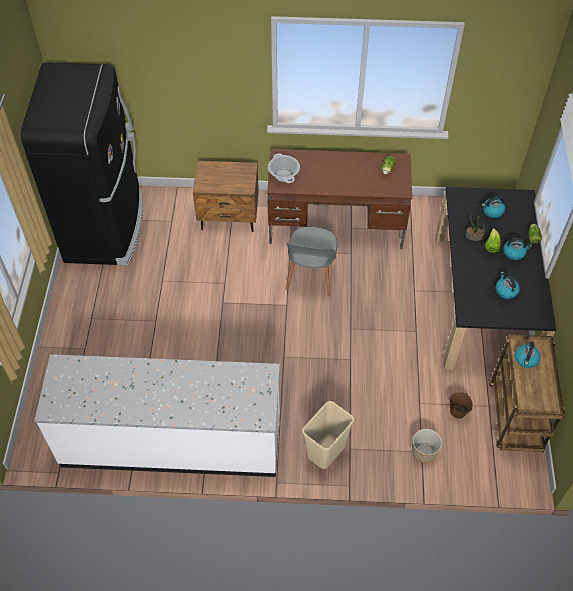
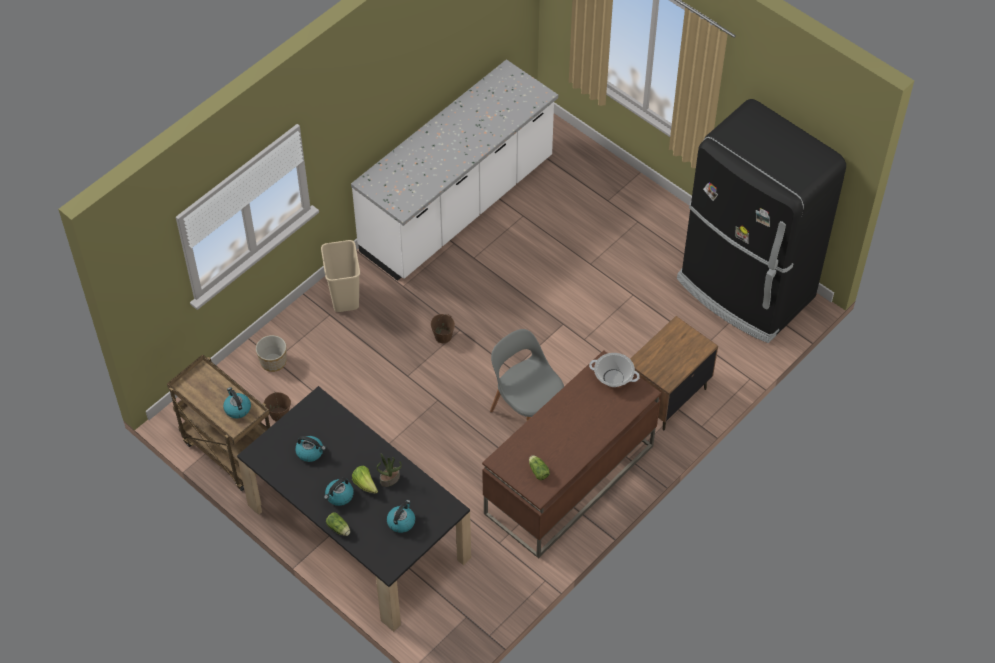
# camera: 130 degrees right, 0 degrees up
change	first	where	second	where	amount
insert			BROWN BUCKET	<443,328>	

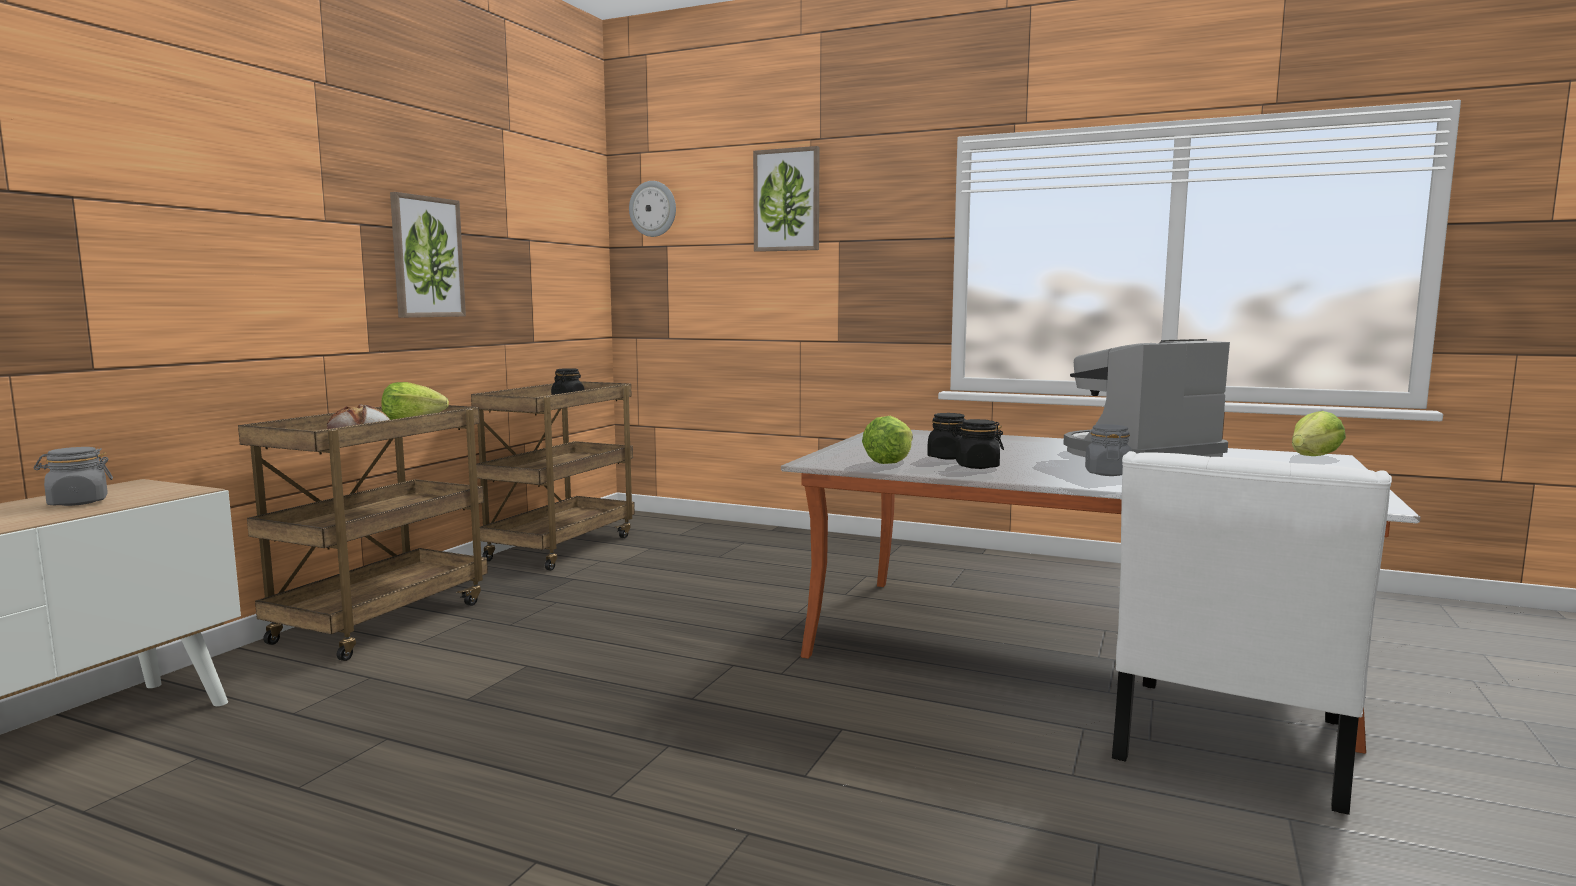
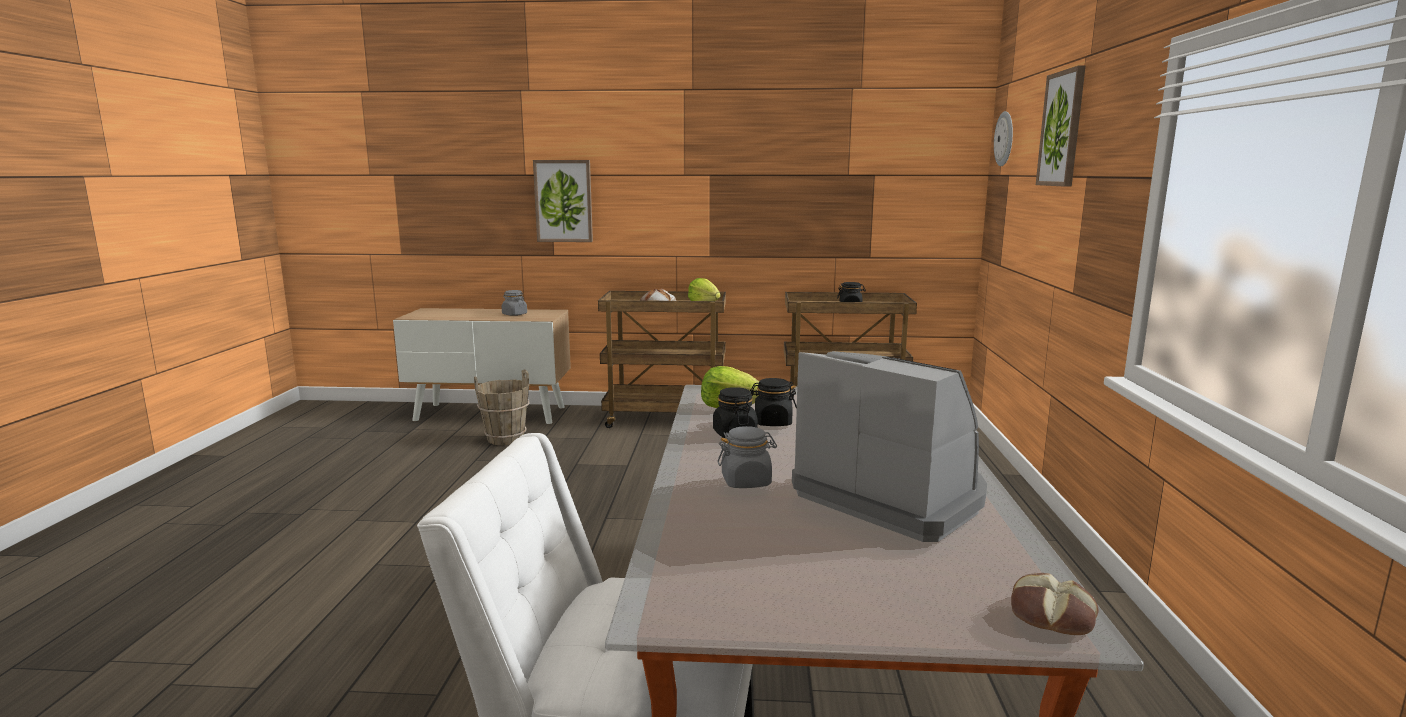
# camera: 70 degrees right, 5 degrees up
change	first	where	second	where	amount
insert			BROWN BUCKET	<501,407>	
move	PICTURE	<428,255>		<563,201>	
replace	LETTUCE	<1319,433>	BREAD	<1055,604>	

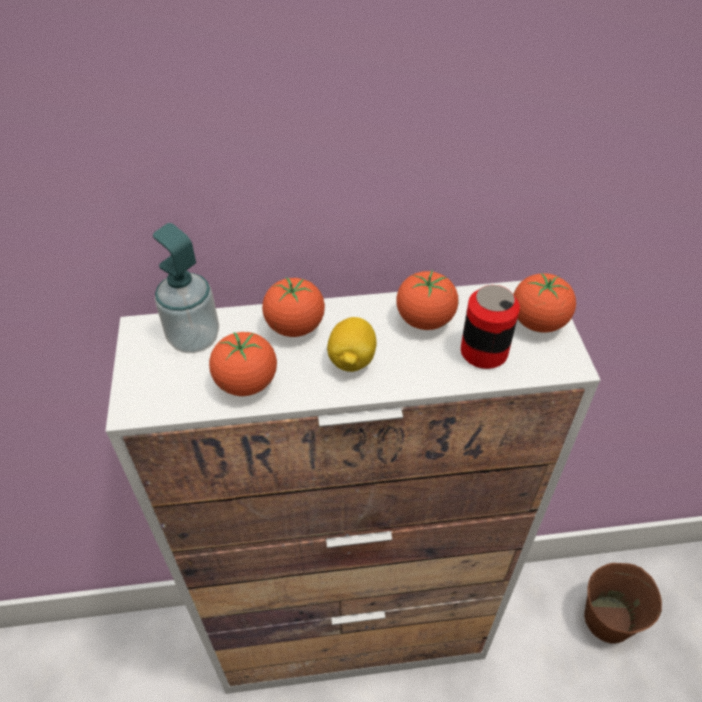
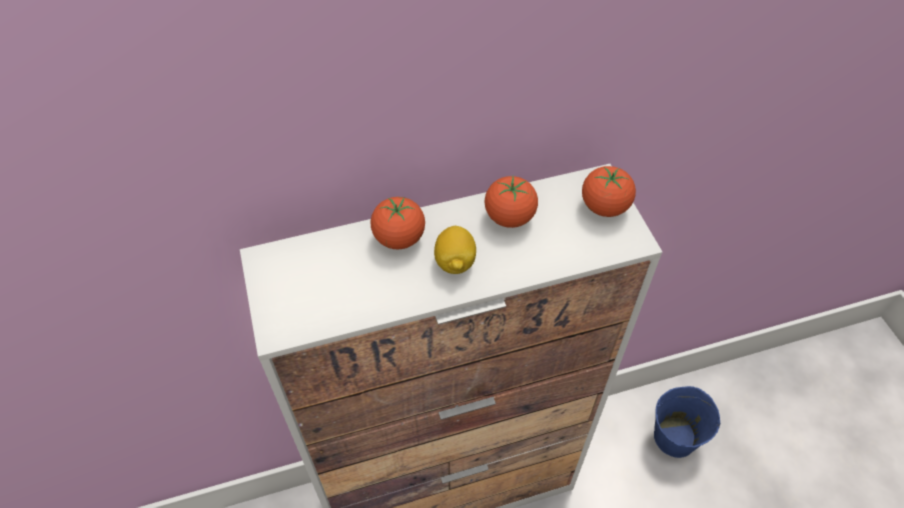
# camera: 10 degrees left, 5 degrees up
change	first	where	second	where	amount
recolor	BROWN BUCKET	<623,603>	BLUE BUCKET	<687,422>	
delete	SOAP DISPENSER	<186,288>			
delete	TOMATO	<243,364>			
delete	CAN	<490,327>			

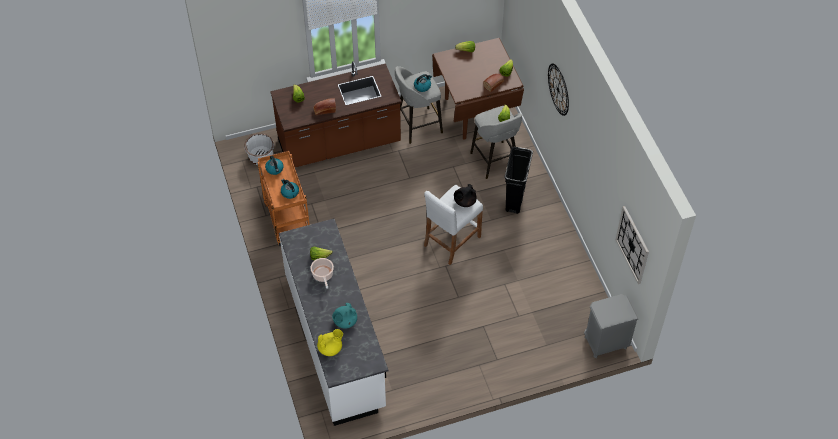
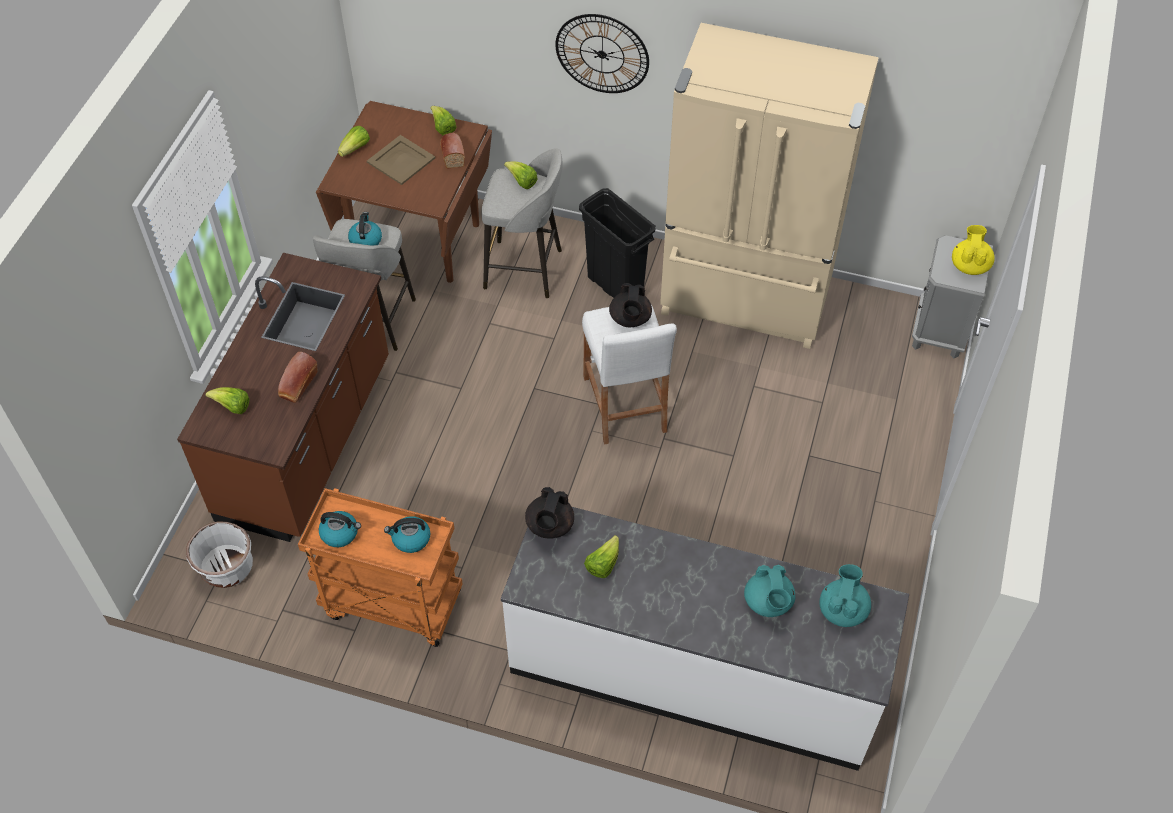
# camera: 55 degrees left, 0 degrees up
change	first	where	second	where	amount
insert			BEIGE TRAY	<401,160>	
insert			BLACK TEAPOT	<549,513>	
insert			BEIGE FRIDGE	<769,186>	
insert			TURQUOISE TEAPOT	<845,595>	
move	YELLOW TEAPOT	<330,342>		<973,250>	
delete	COOKING POT	<322,273>			
delete	WALL CLOCK	<632,245>			

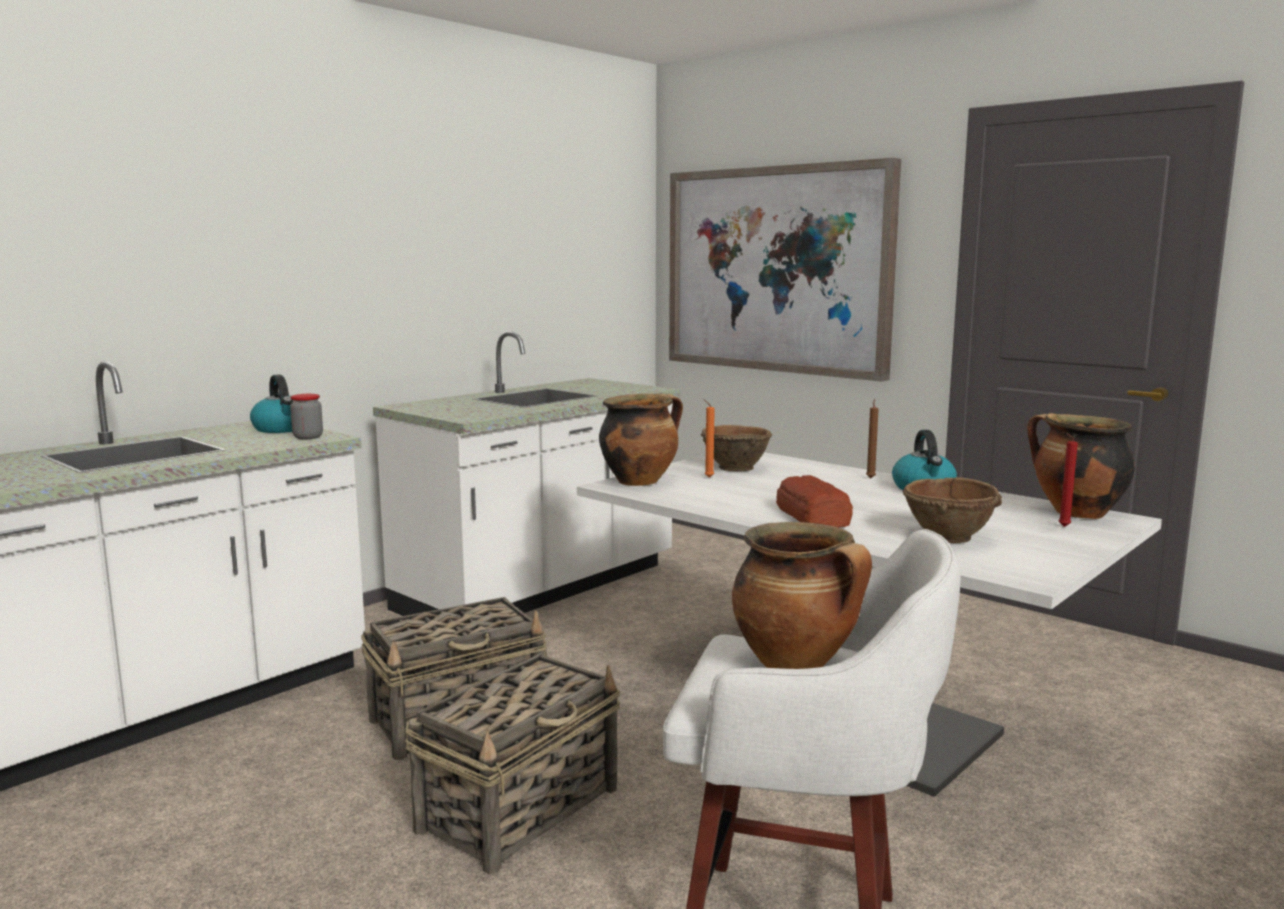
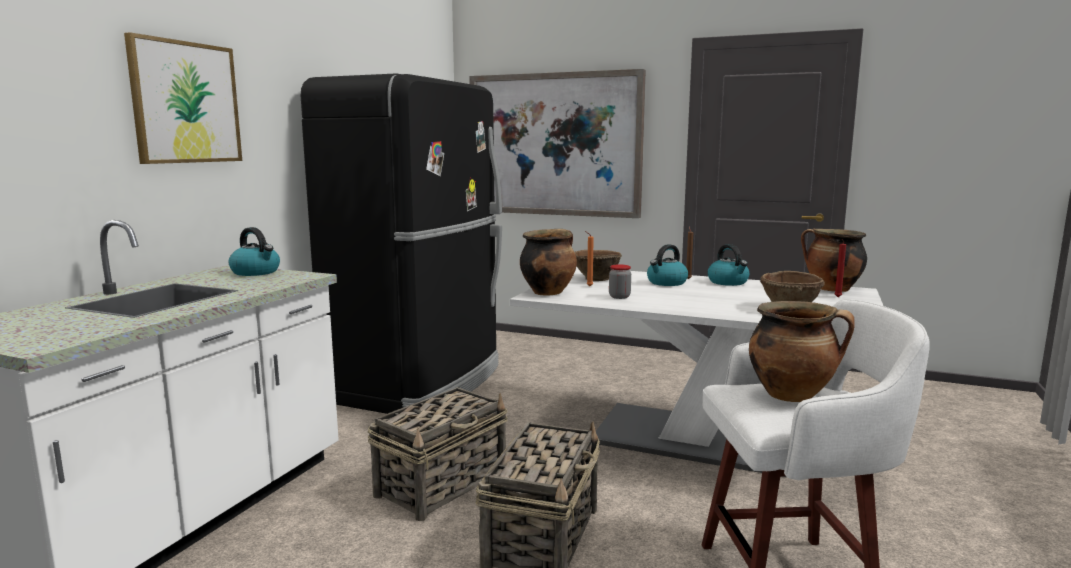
# camera: 20 degrees left, 0 degrees up
change	first	where	second	where	amount
insert			PICTURE	<183,98>	
replace	WHITE COUNTER	<526,473>	BLACK FRIDGE	<401,243>	
move	JAR	<306,416>		<620,281>	
insert			KETTLE	<667,265>	
delete	BREAD	<814,501>			

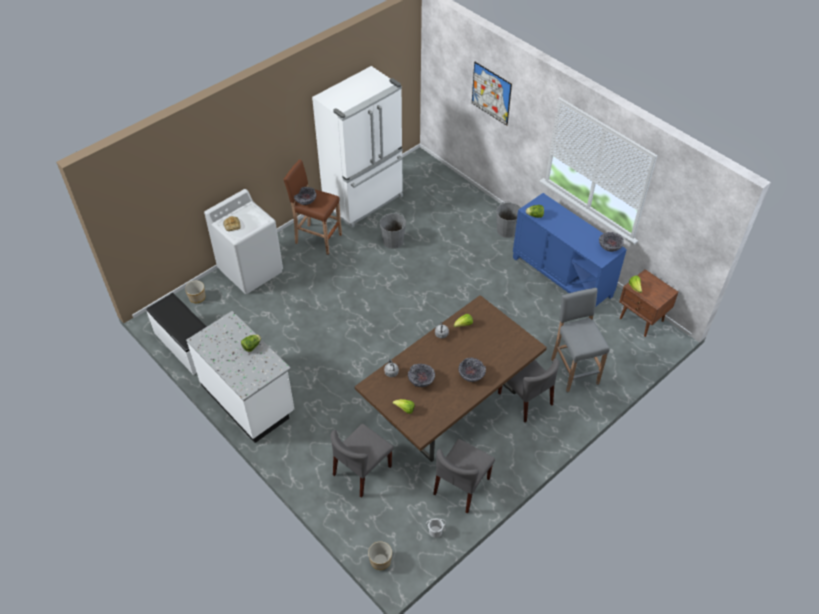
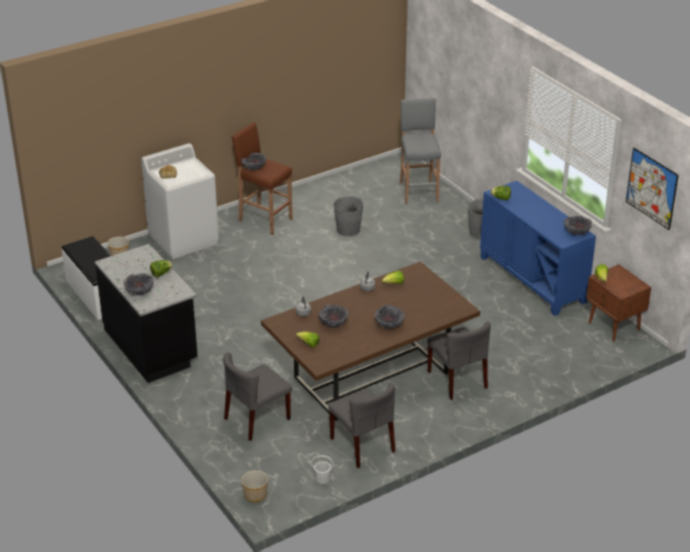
# camera: 10 degrees right, 15 degrees down
change	first	where	second	where	amount
recolor	WHITE COUNTER	<240,377>	BLACK COUNTER	<146,313>	
insert			BOWL	<139,284>	
rotate	GREY CHAIR	<464,476>		<361,425>	75 degrees counterclockwise
move	GREY STOOL	<580,340>		<420,151>	
move	PICTURE	<492,94>		<652,189>	
delete	WHITE FRIDGE	<357,147>			

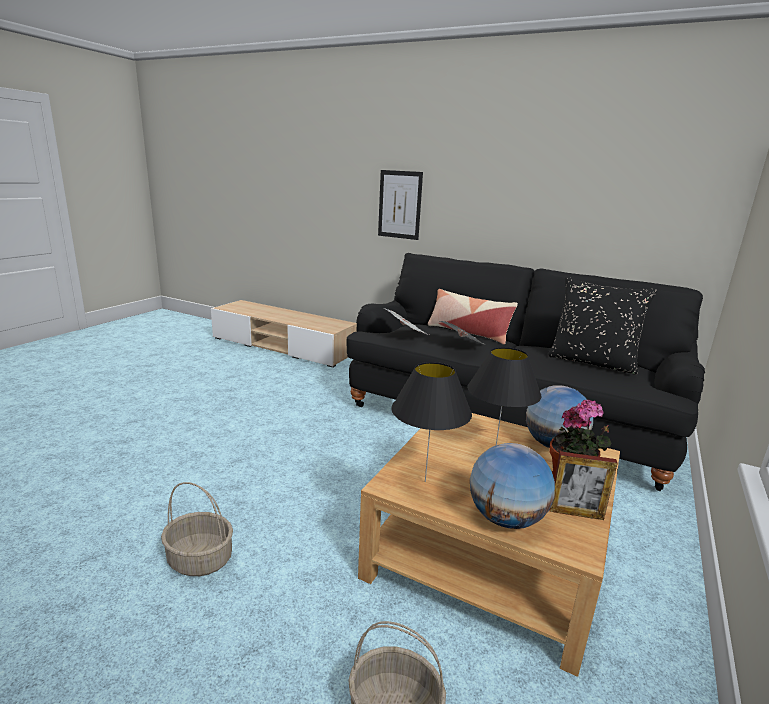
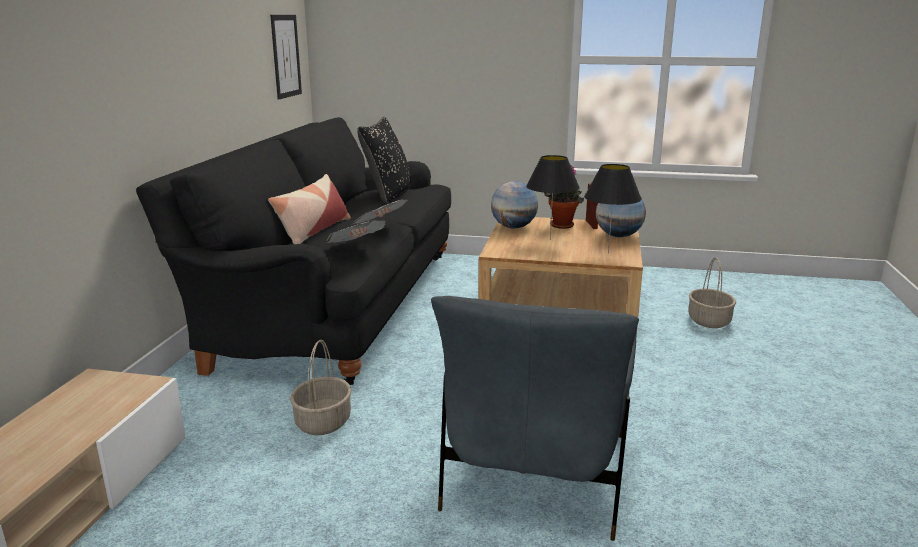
# camera: 105 degrees left, 0 degrees up
change	first	where	second	where	amount
move	PICTURE	<400,205>		<286,57>	
move	BASKET	<197,529>		<321,387>	
insert			GREY ARMCHAIR	<535,418>	

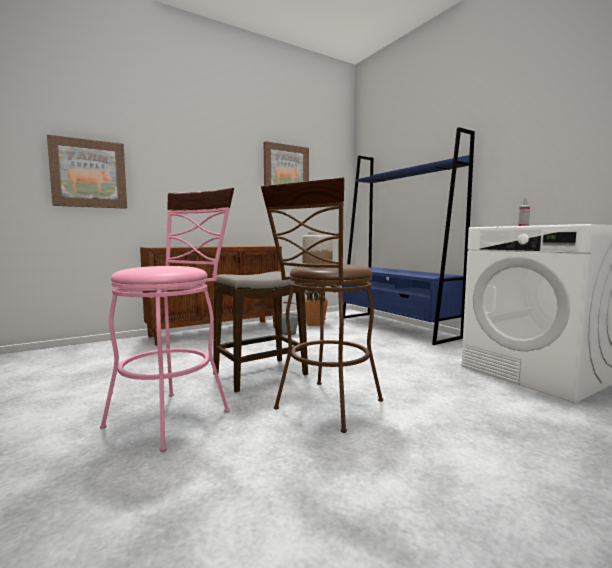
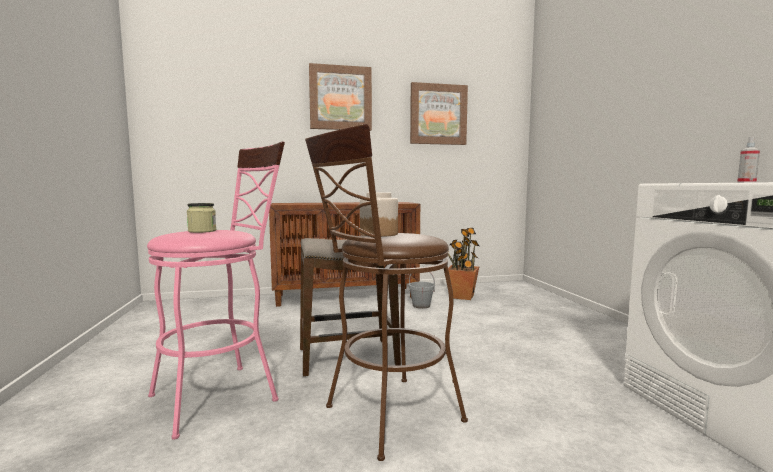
# camera: 20 degrees right, 0 degrees up
change	first	where	second	where	amount
insert			JAR	<201,218>	
move	PICTURE	<87,172>		<340,97>	
delete	BLUE BOOKCASE	<408,236>			

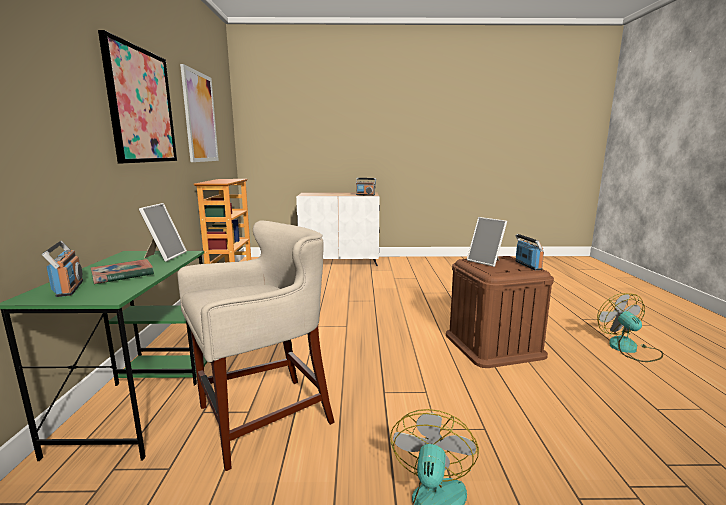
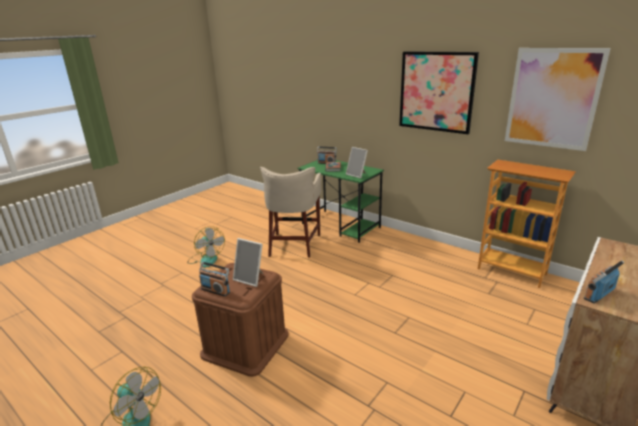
# camera: 130 degrees right, 10 degrees up
change	first	where	second	where	amount
rotate	PICTURE FRAME	<487,242>		<248,262>	150 degrees counterclockwise

